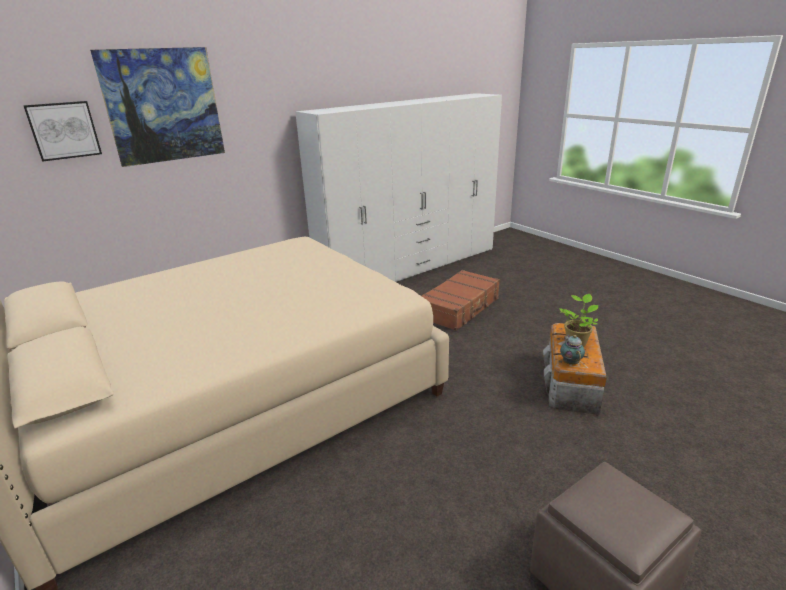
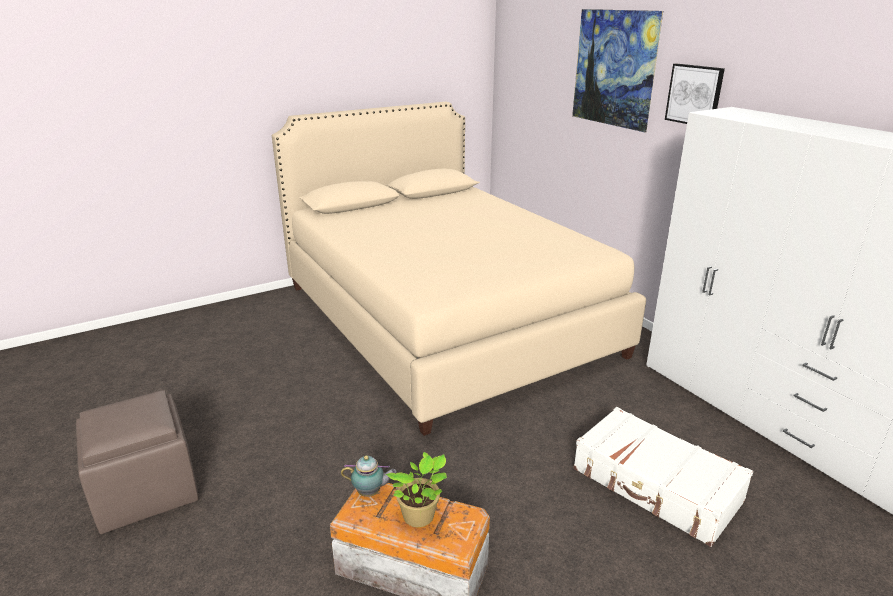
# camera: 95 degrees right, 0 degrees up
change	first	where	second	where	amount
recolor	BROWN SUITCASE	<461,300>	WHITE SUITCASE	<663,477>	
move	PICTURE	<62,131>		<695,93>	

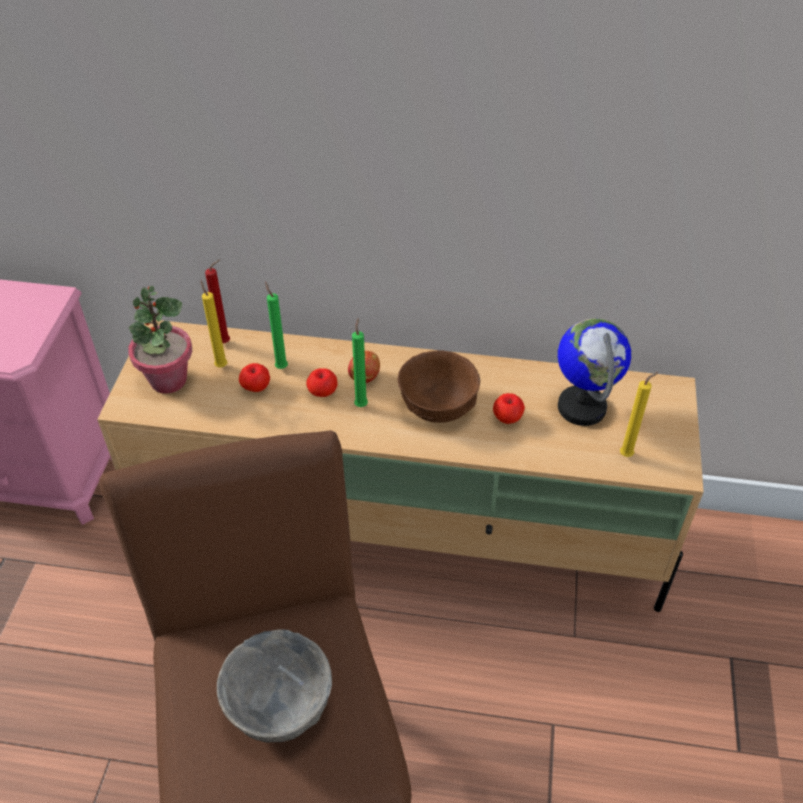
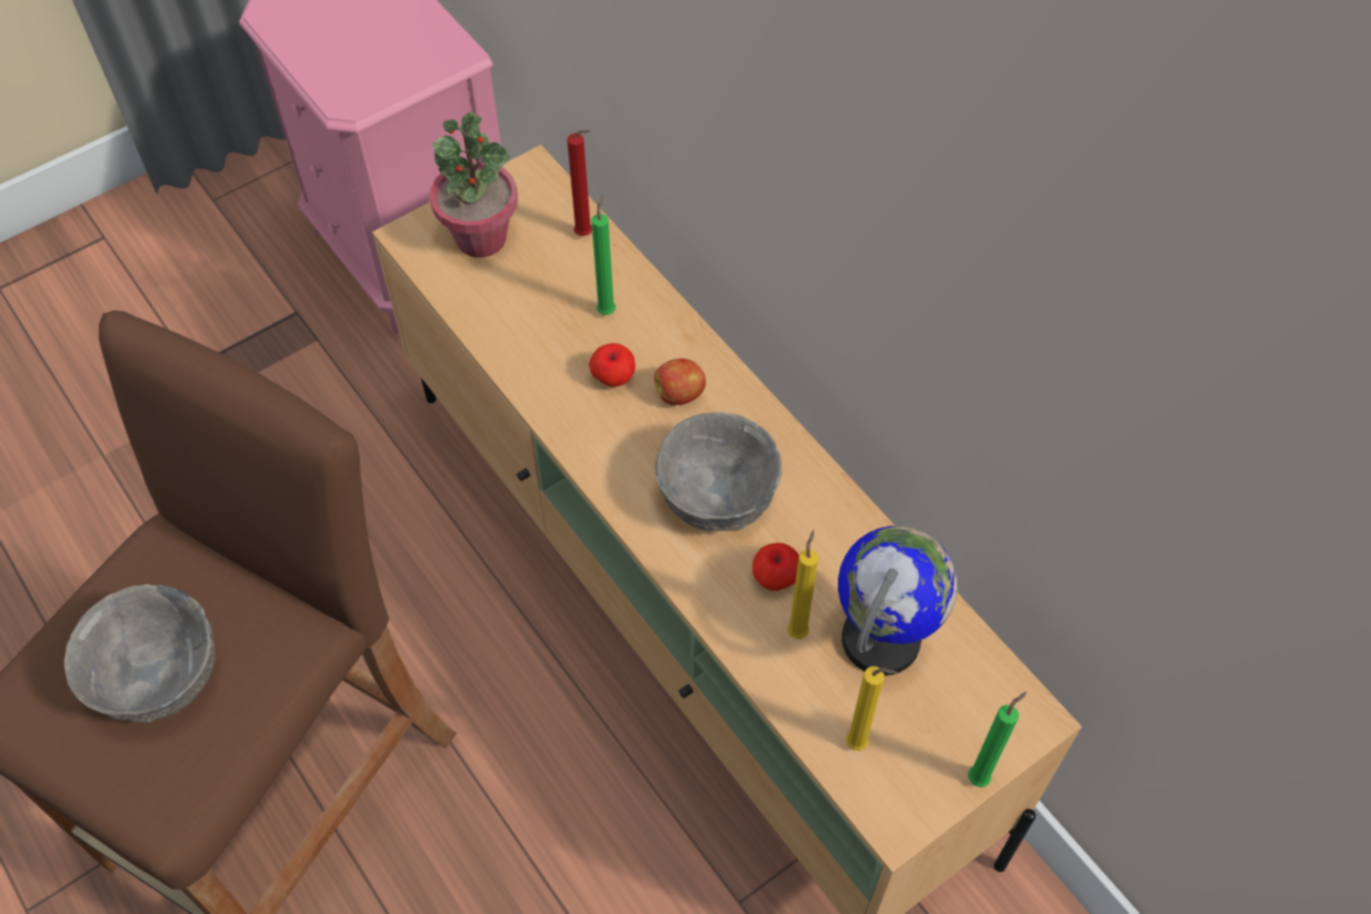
# camera: 45 degrees right, 10 degrees up
change	first	where	second	where	amount
recolor	BROWN BOWL	<438,386>	GREY BOWL	<718,471>	
move	YELLOW CANDLE	<213,324>		<802,584>	
move	GREEN CANDLE	<360,362>		<997,739>	
delete	APPLE	<254,377>			

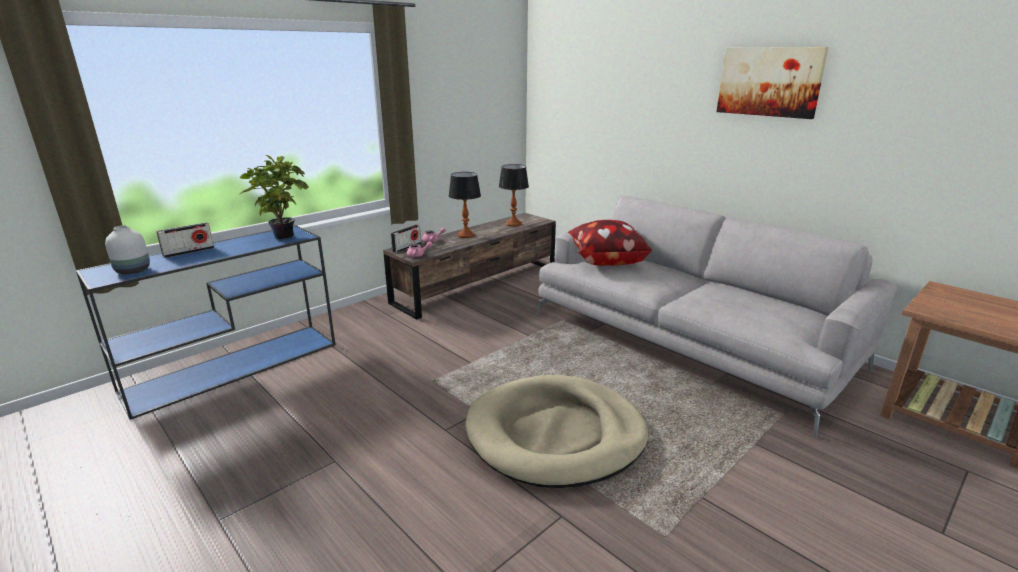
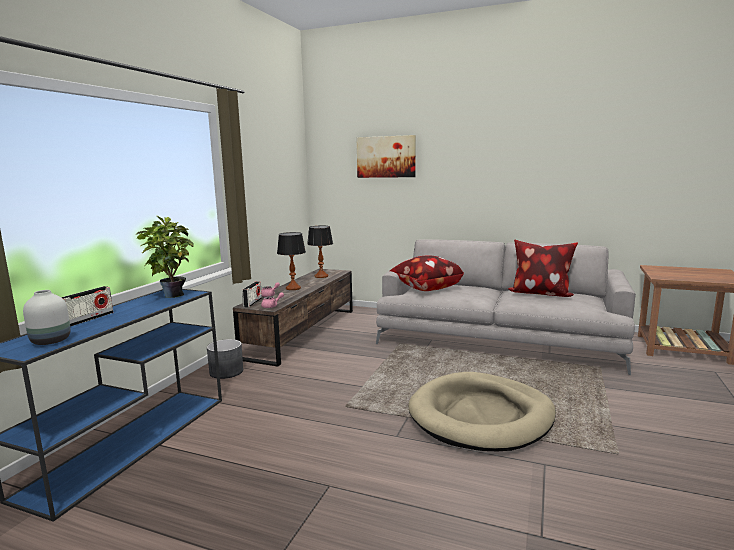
# camera: 25 degrees left, 10 degrees down
change	first	where	second	where	amount
insert			GREY PLANTER	<225,359>	
move	PICTURE	<773,83>		<386,156>	
insert			PILLOW	<543,268>	

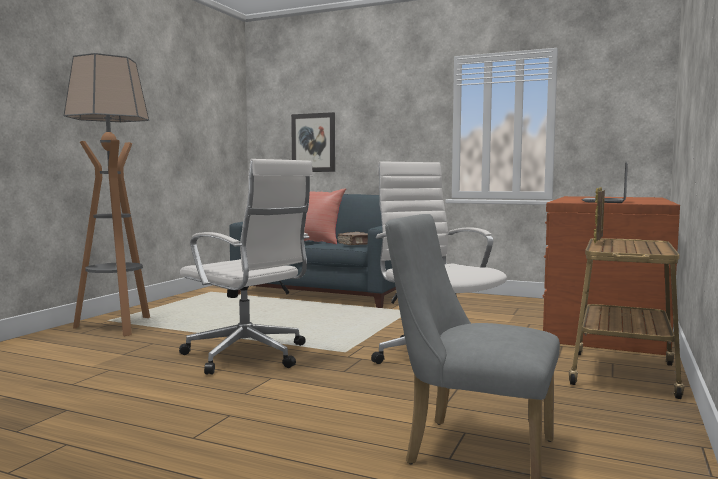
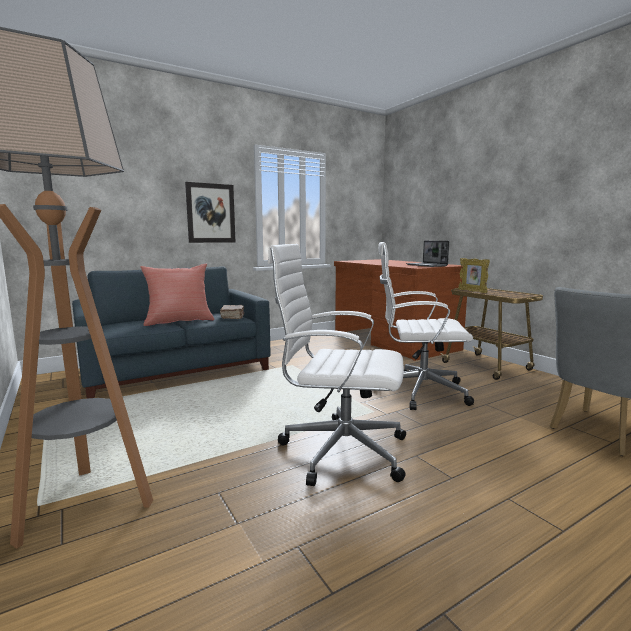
# camera: 55 degrees left, 5 degrees up
change	first	where	second	where	amount
move	PICTURE	<313,142>		<210,212>	
rotate	WHITE OFFICE CHAIR	<246,267>		<337,365>	150 degrees counterclockwise

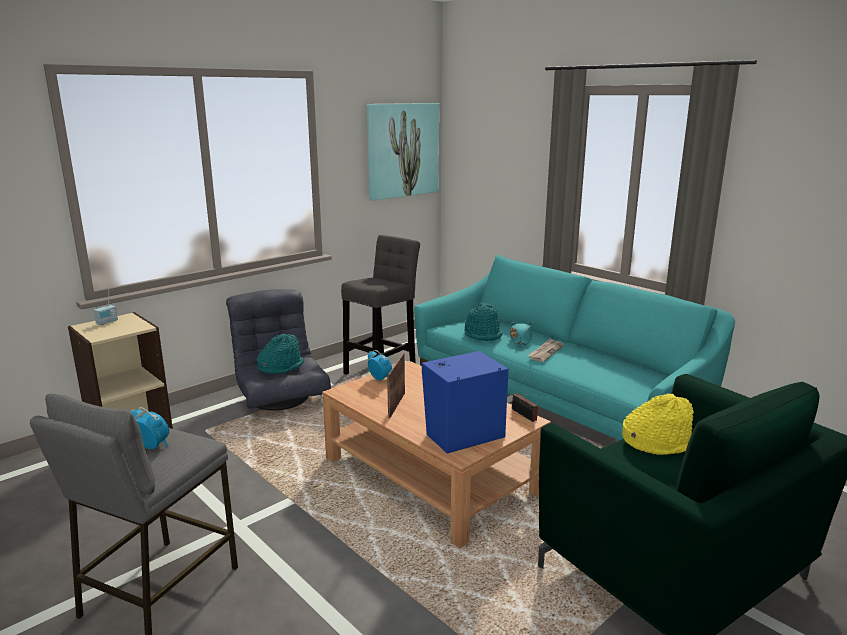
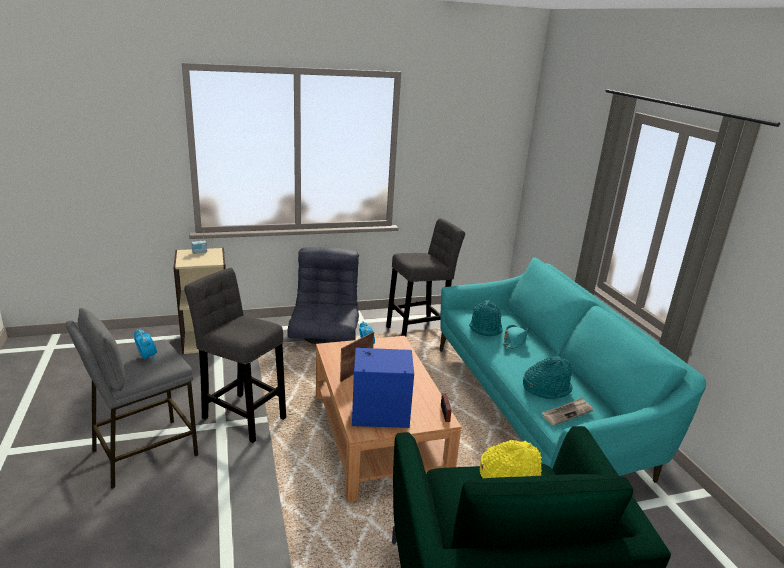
# camera: 25 degrees right, 5 degrees up
change	first	where	second	where	amount
insert			GREY STOOL	<235,355>	
move	TURQUOISE HAT	<280,354>		<547,377>	
move	NEWSPAPER	<546,350>		<567,412>	
delete	PICTURE	<403,151>			

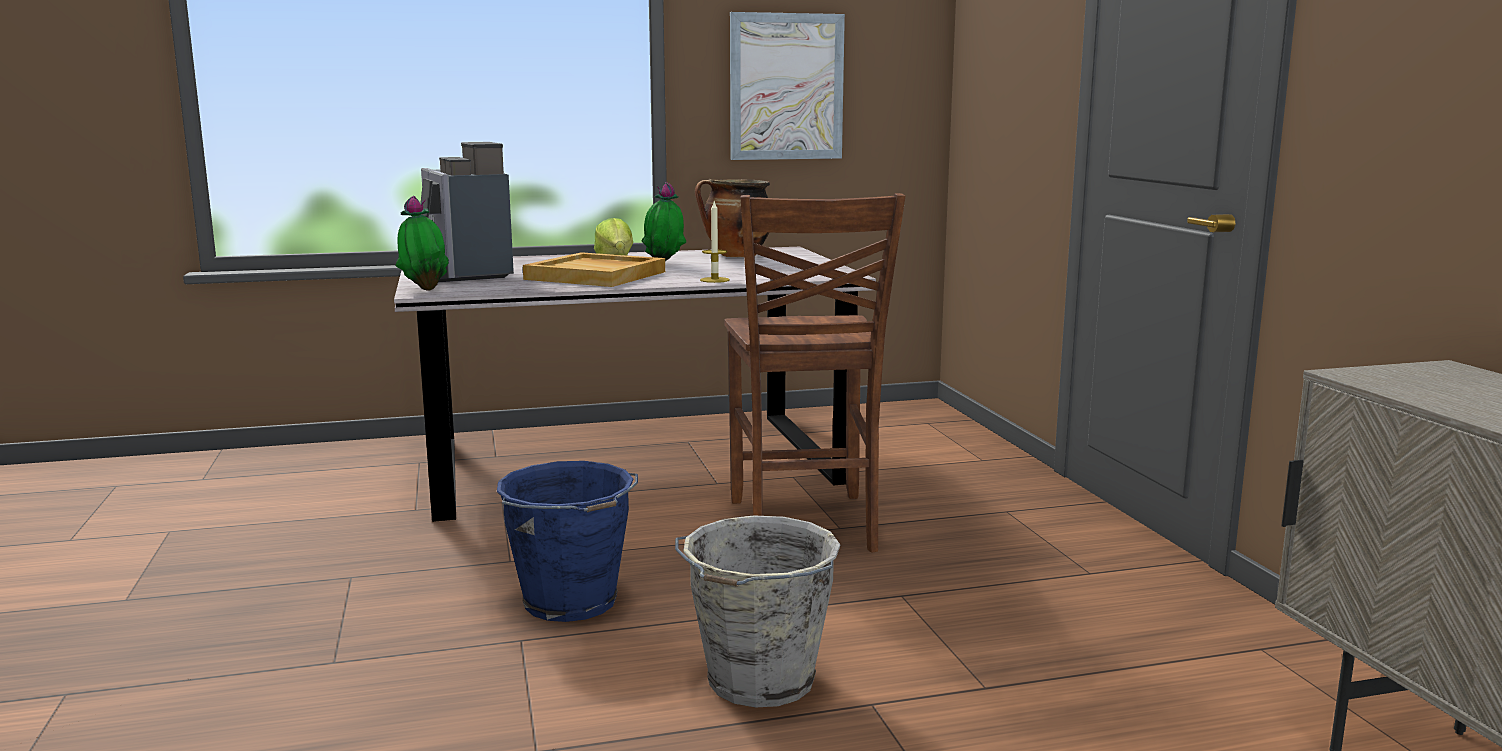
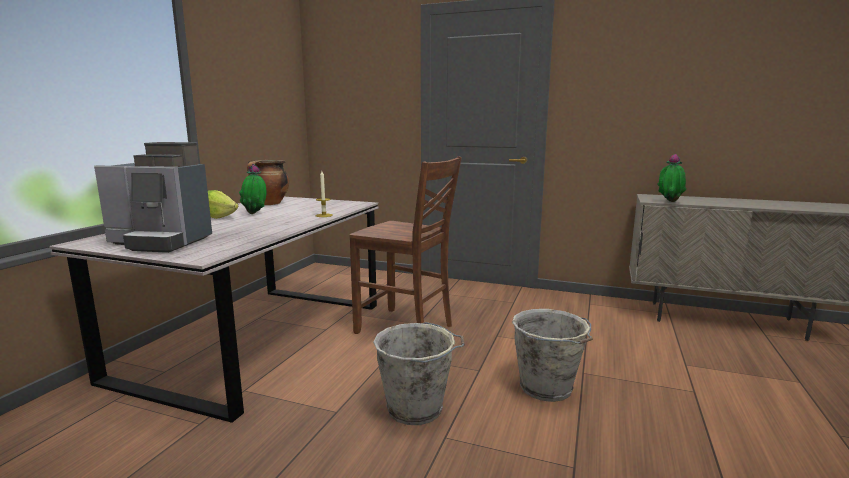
# camera: 55 degrees left, 0 degrees up
change	first	where	second	where	amount
recolor	BLUE BUCKET	<567,541>	GREY BUCKET	<419,373>	
move	POTTED PLANT	<422,243>		<671,178>	
delete	BEIGE TRAY	<594,269>			
delete	PICTURE	<787,86>			

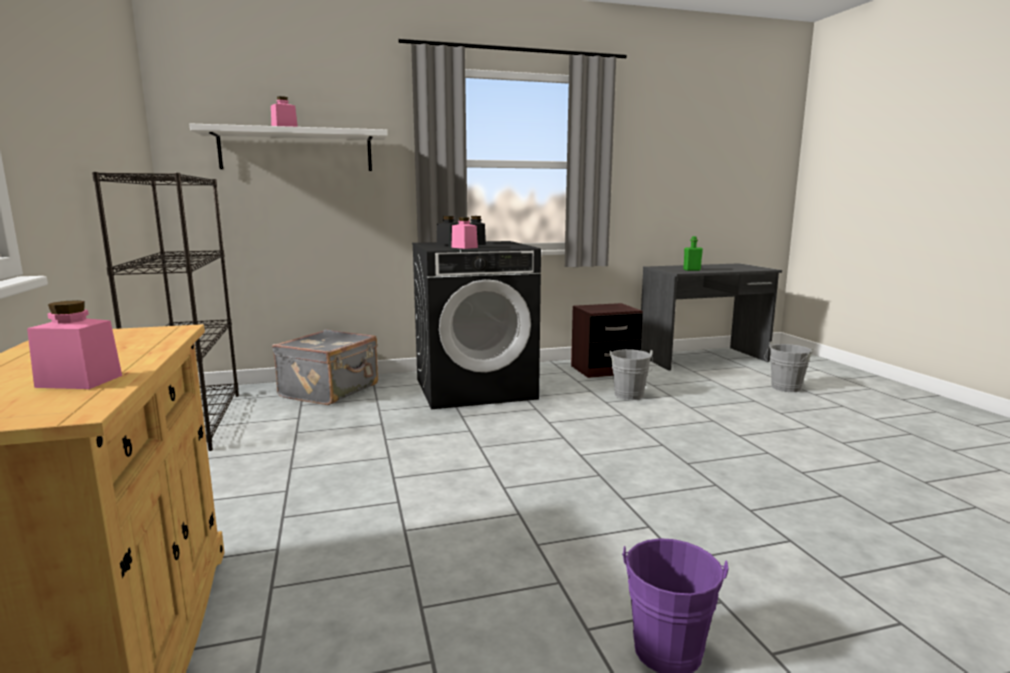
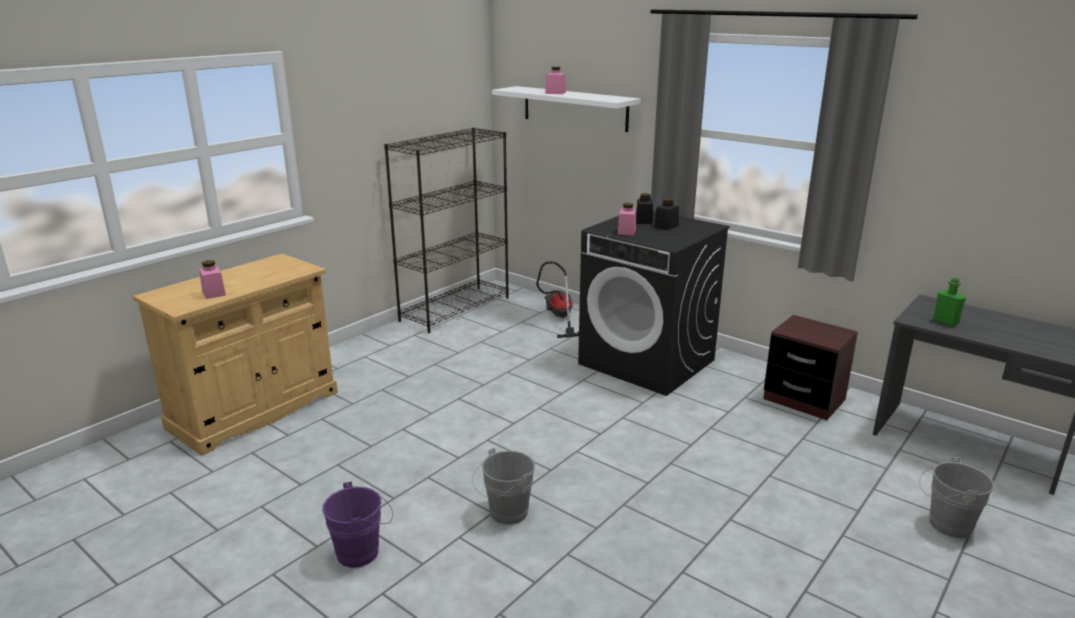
# camera: 55 degrees right, 10 degrees up
change	first	where	second	where	amount
move	GREY BUCKET	<631,374>		<503,486>	
replace	GREY SUITCASE	<325,367>	VACUUM CLEANER	<557,299>	

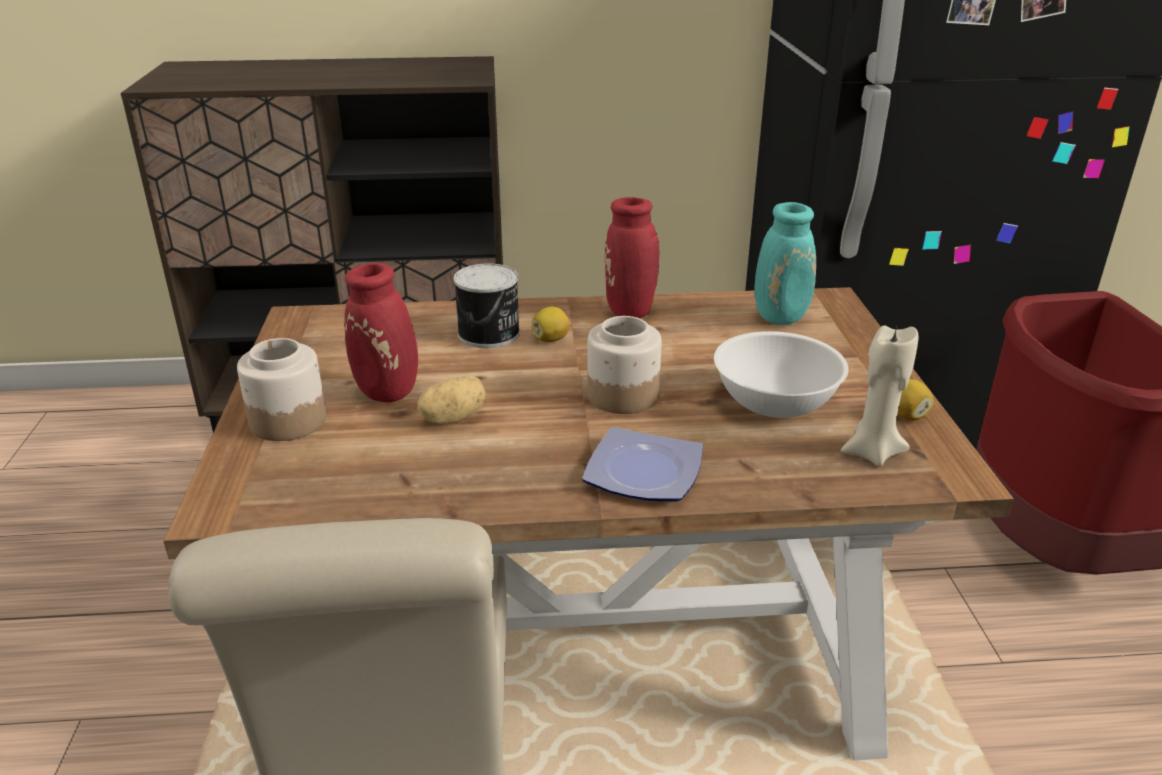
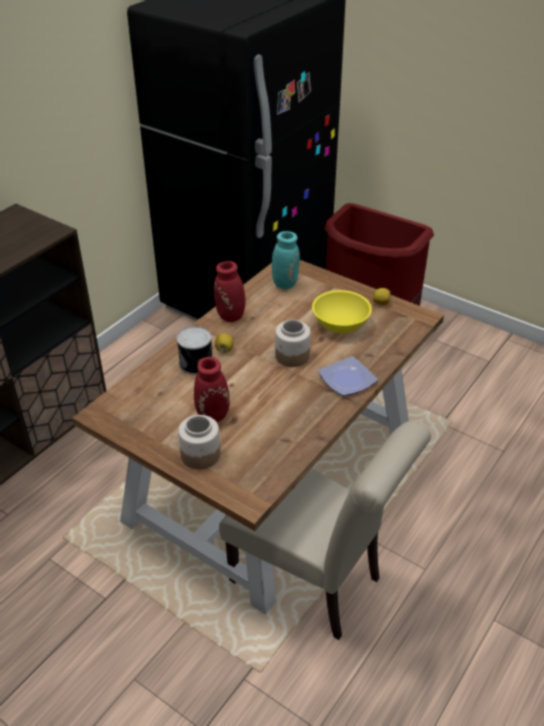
# camera: 50 degrees left, 10 degrees up
change	first	where	second	where	amount
recolor	WHITE BOWL	<781,374>	YELLOW BOWL	<342,311>	
delete	POTATO	<451,399>			
delete	BEIGE CANDLE	<880,395>			

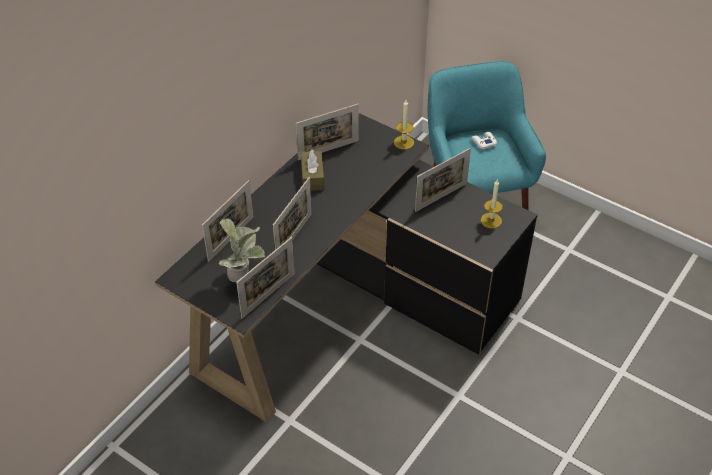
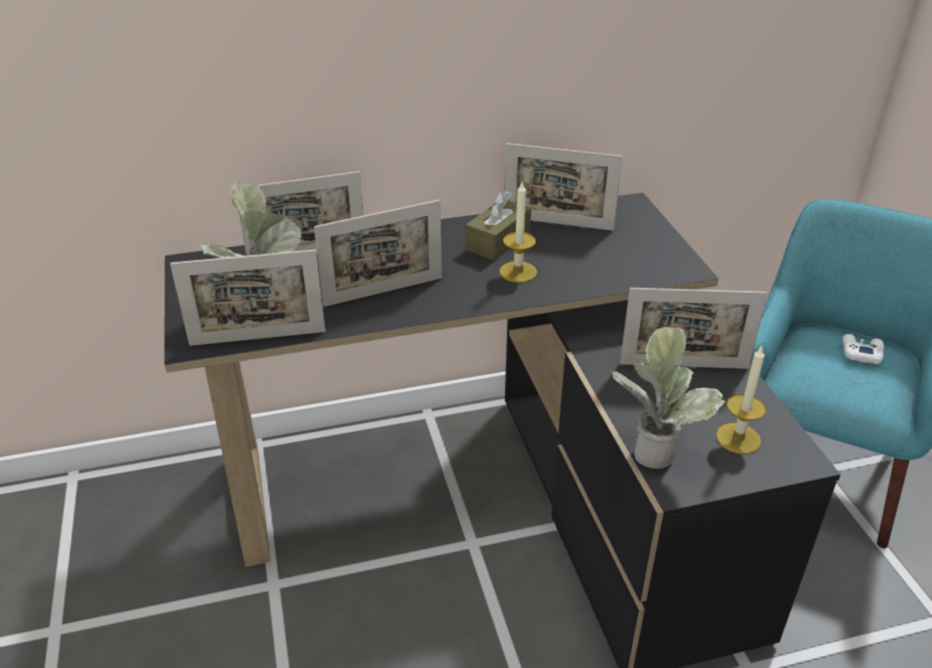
# camera: 40 degrees right, 10 degrees down
change	first	where	second	where	amount
move	CANDLE	<404,125>		<518,232>	
insert			POTTED PLANT	<669,398>	

